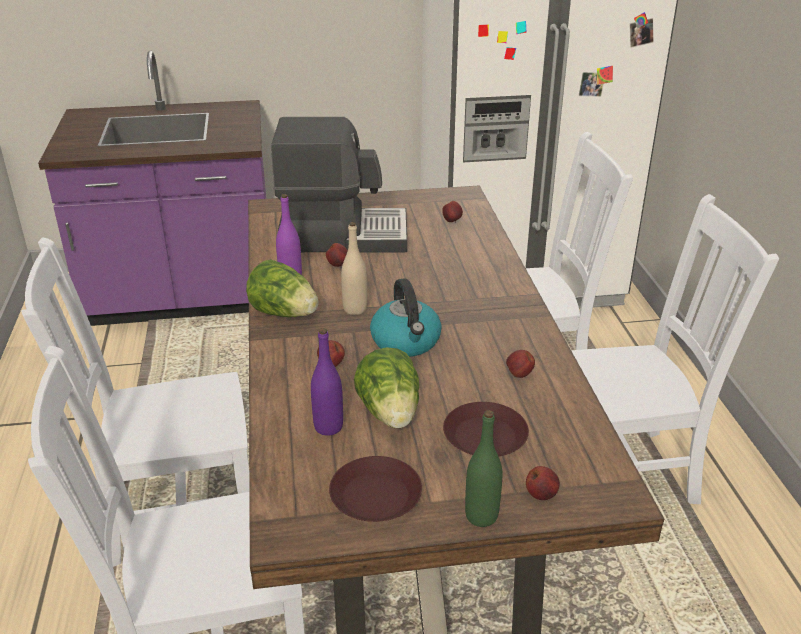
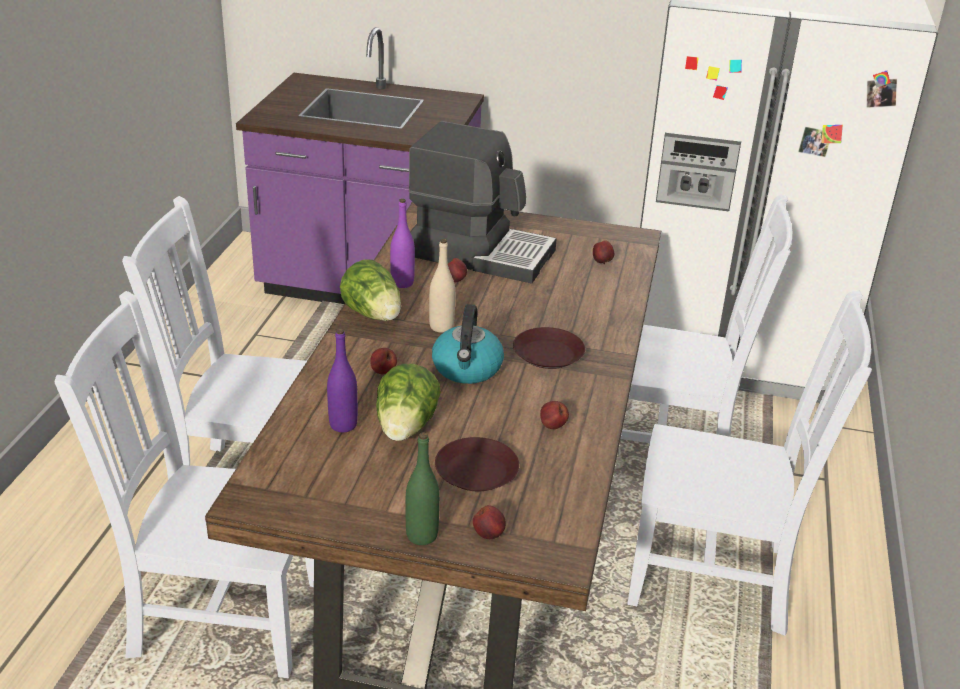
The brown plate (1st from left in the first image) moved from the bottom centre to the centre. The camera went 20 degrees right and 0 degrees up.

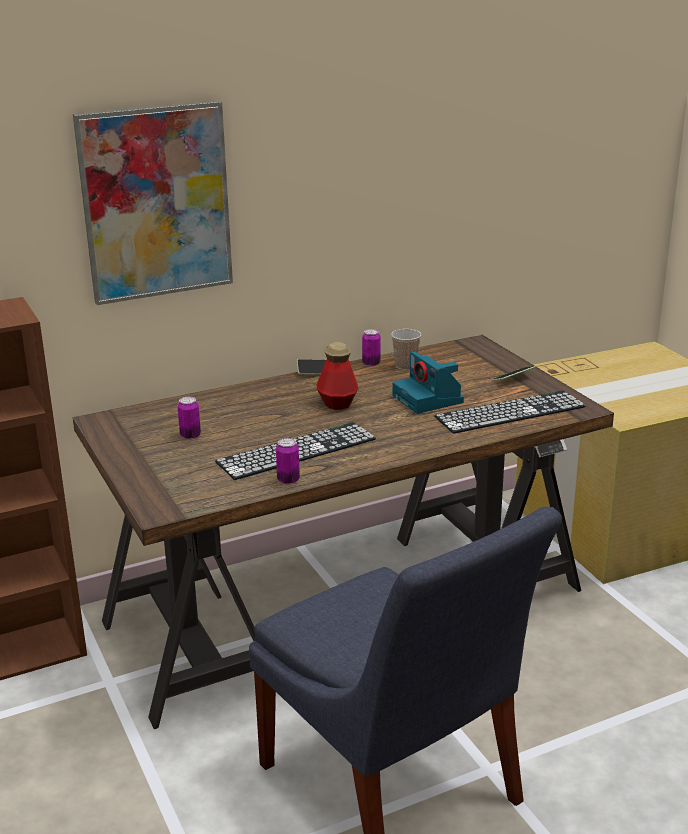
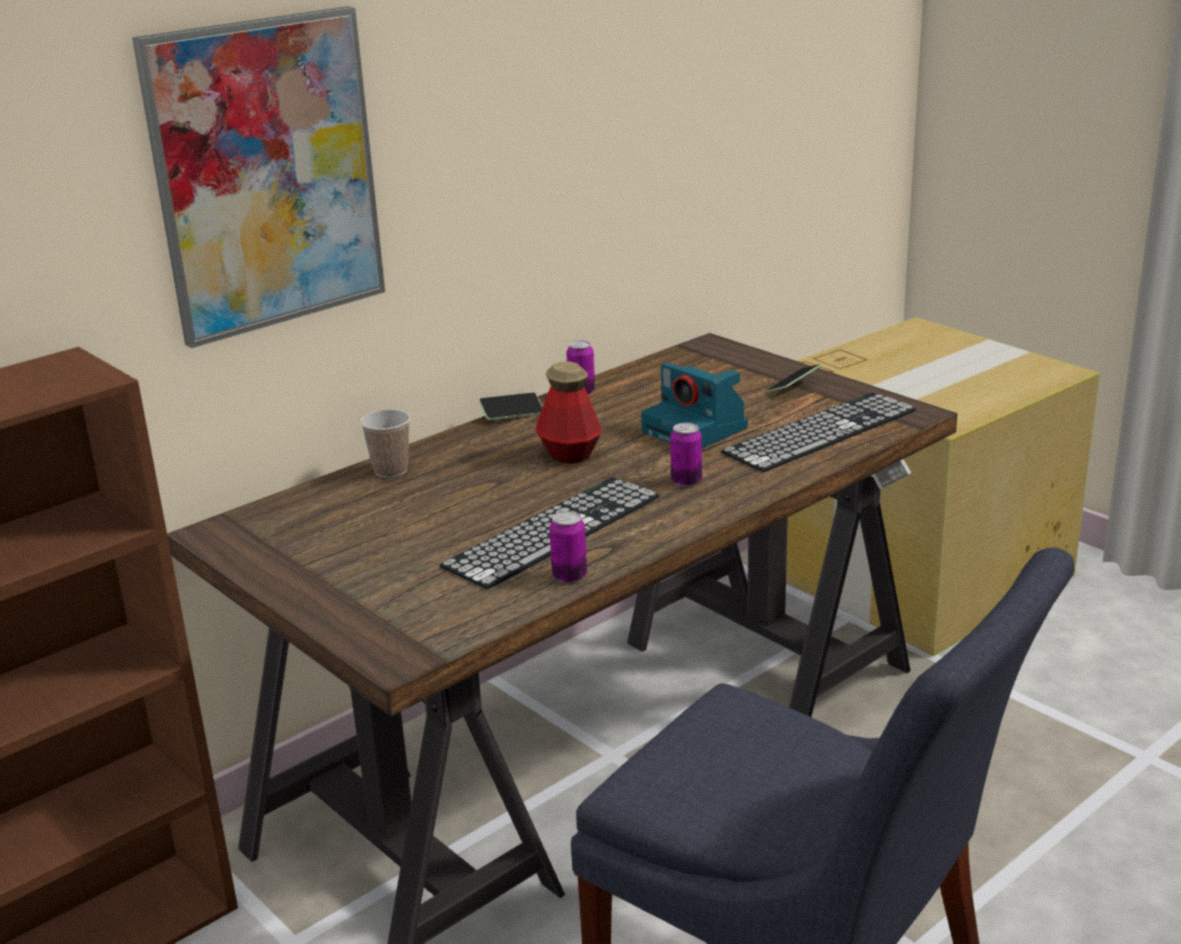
The cup moved from the centre to the middle left. The can (1st from left in the first image) moved from the middle left to the centre. The camera went 15 degrees left and 0 degrees up.

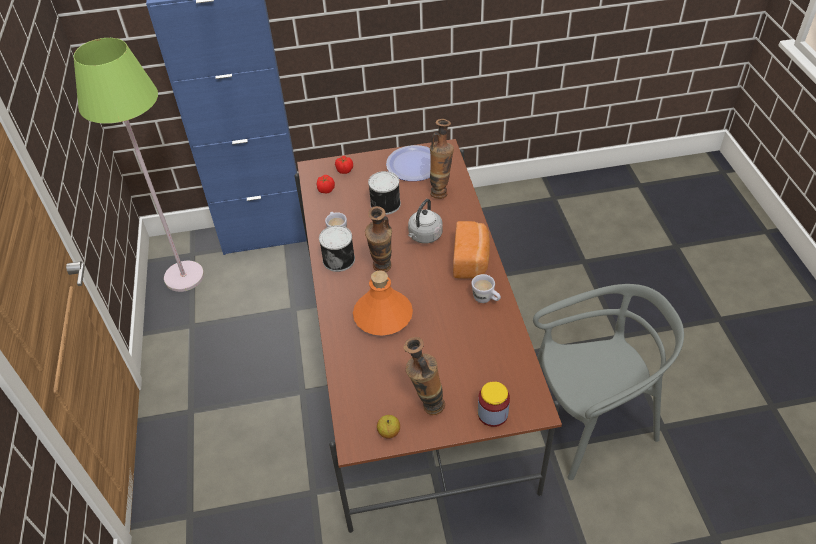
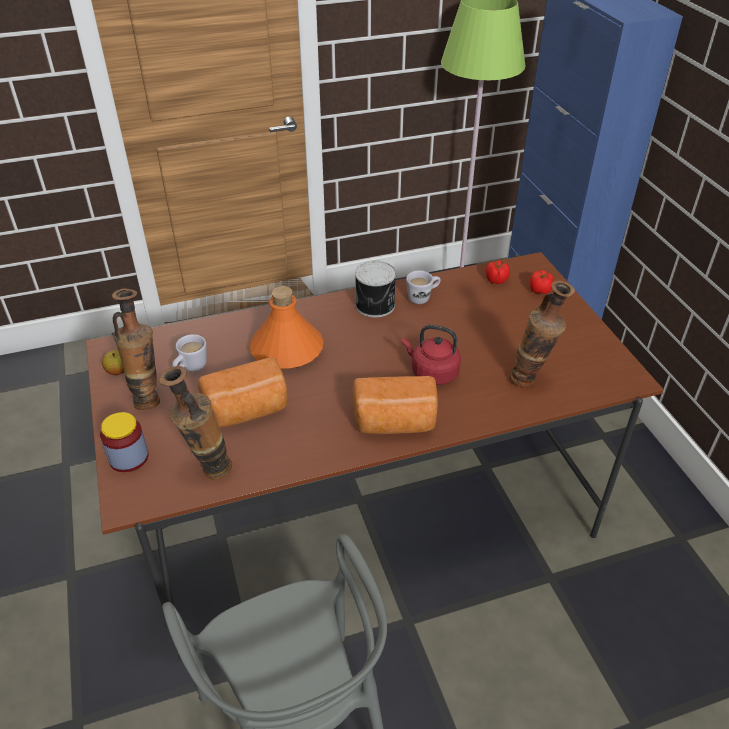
The plate at the top centre disappeared. The can (2nd from left) at the centre disappeared. The grey kettle at the centre became the red kettle at the centre. The vase (1st from left in the first image) moved from the centre to the middle left. The white mug (2nd from left in the first image) moved from the centre to the middle left. The bread (1st from left) at the centre appeared. The camera went 80 degrees right and 5 degrees down.

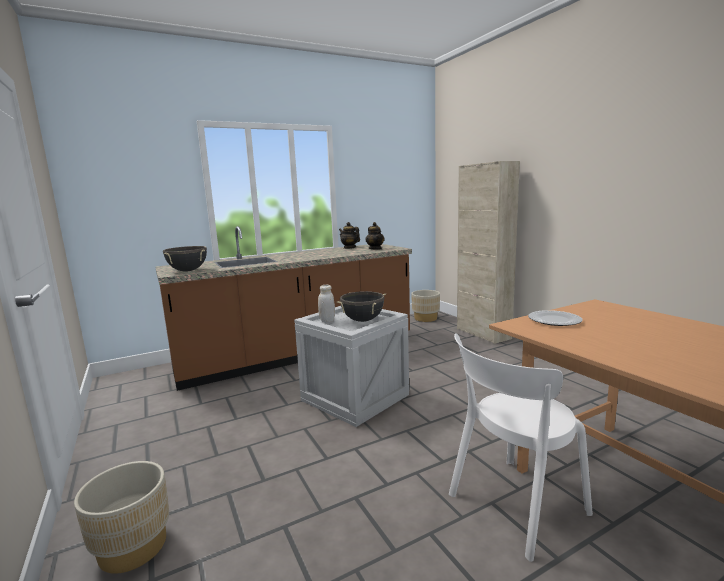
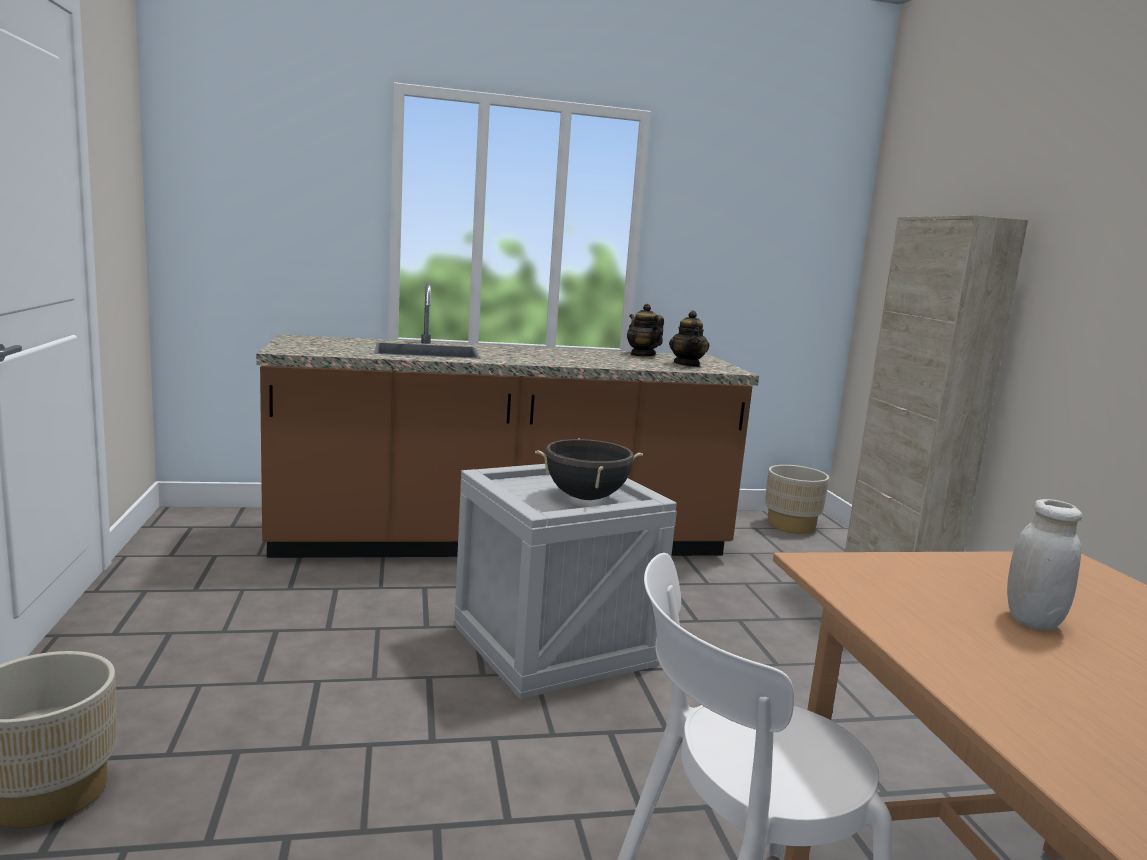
The black cooking pot (1st from left) at the middle left disappeared. The white jar moved from the centre to the middle right. The plate at the middle right disappeared. The camera went 15 degrees right and 0 degrees up.

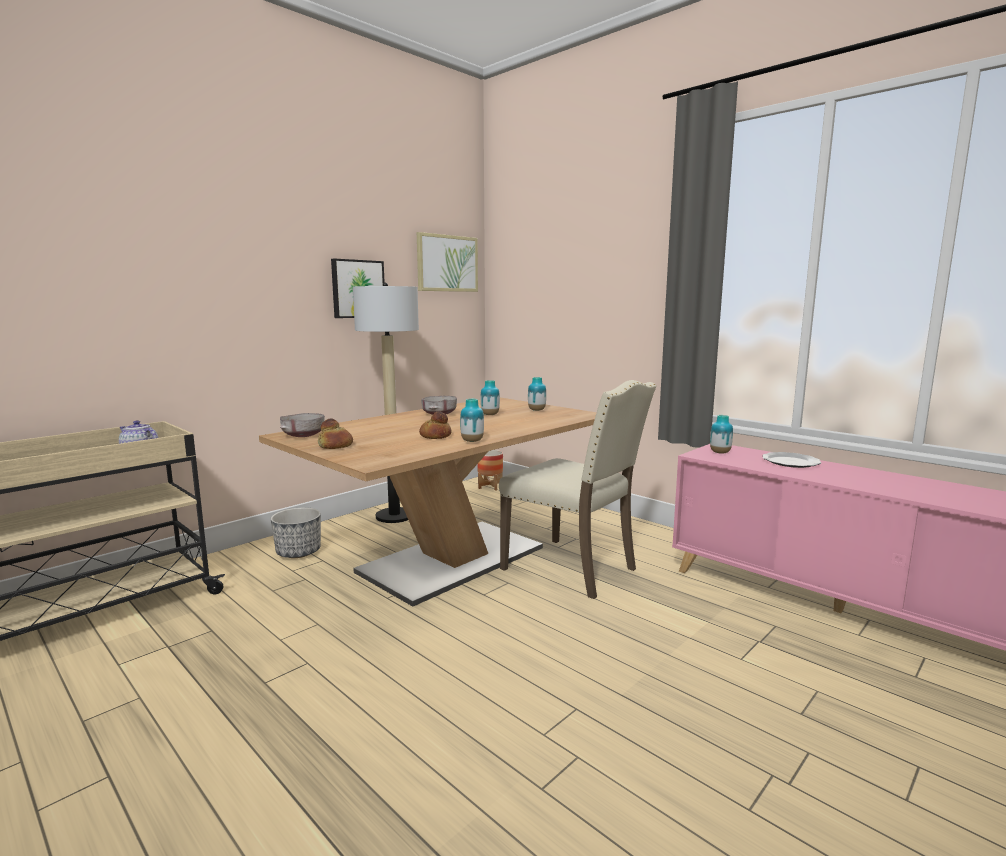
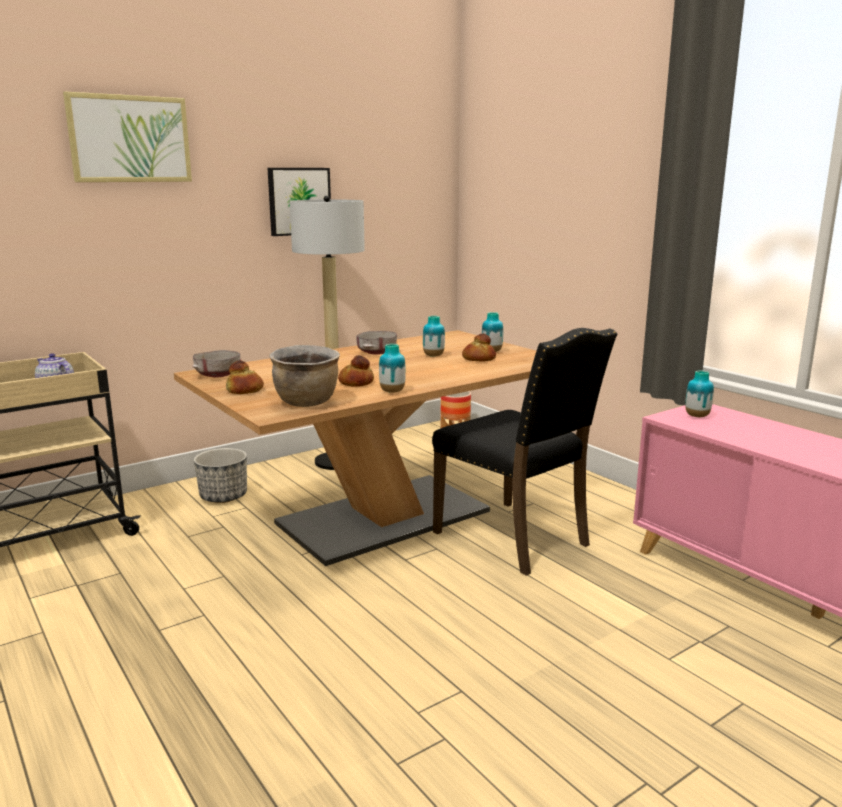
The picture (2nd from left in the first image) moved from the top centre to the top left. The beige chair at the centre became the black chair at the centre. The plate at the middle right disappeared. The bread (3rd from left) at the centre appeared. The brown cooking pot at the centre appeared. The camera went 10 degrees right and 5 degrees up.

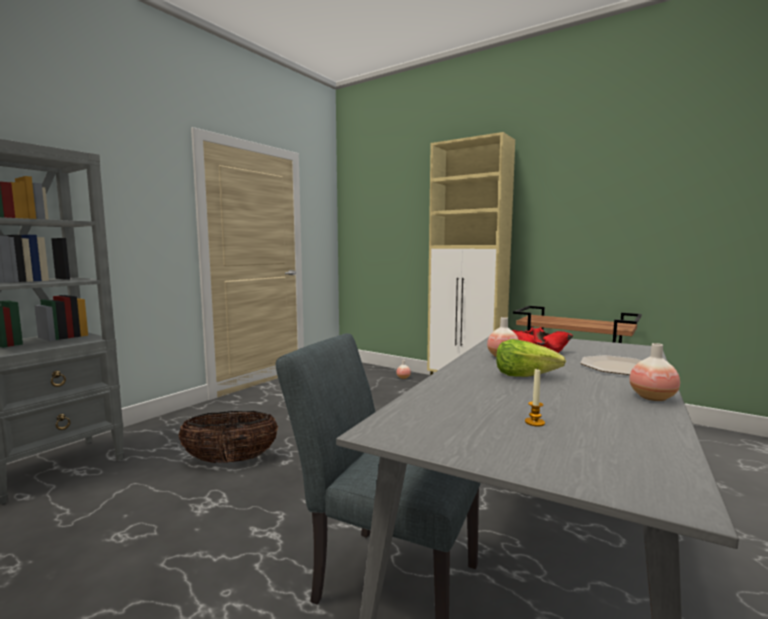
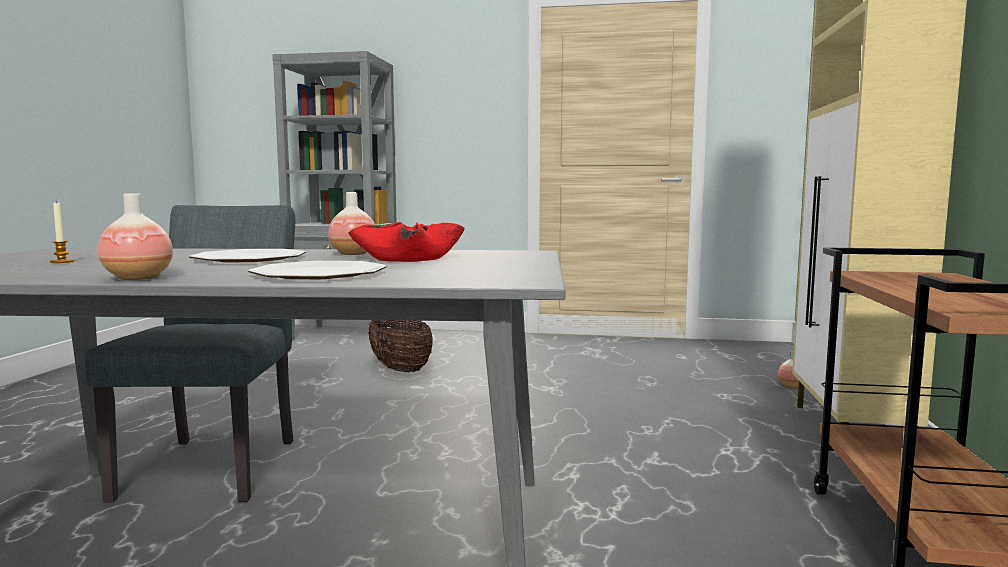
The lettuce at the middle right was replaced by the plate (1st from left) at the middle left. The camera went 65 degrees right and 0 degrees up.

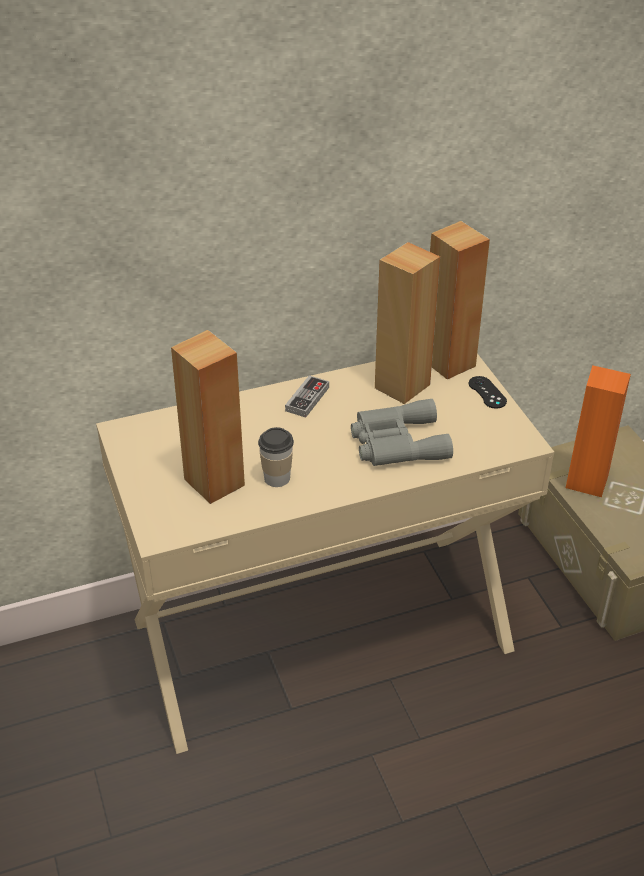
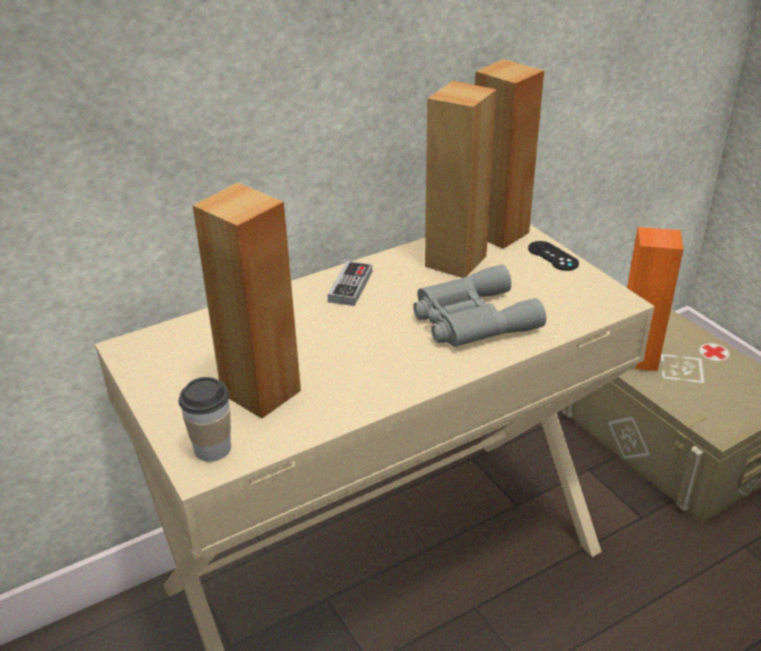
The cup moved from the centre to the middle left. The camera went 10 degrees left and 5 degrees down.

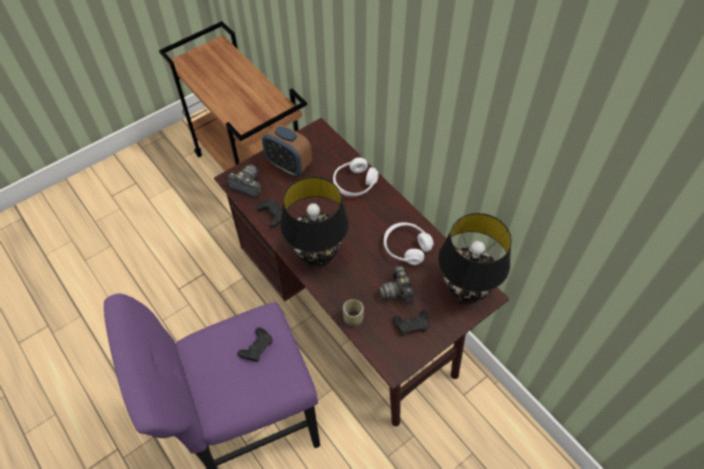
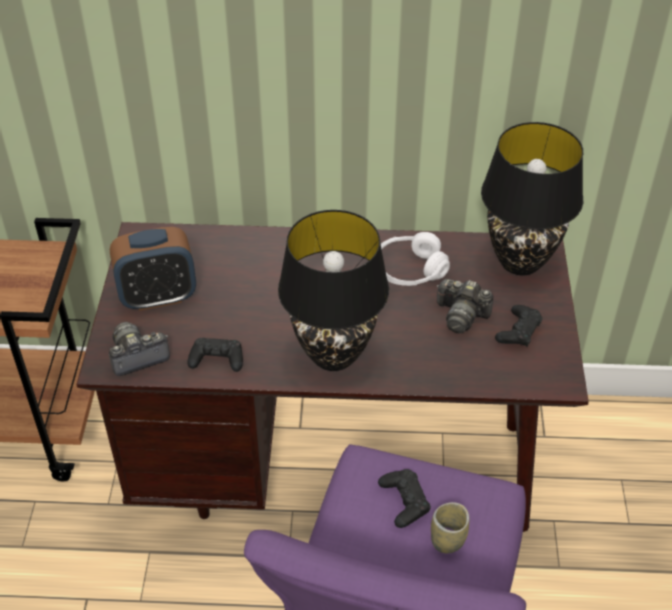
The white headphones (1st from left) at the centre disappeared. The cup moved from the bottom centre to the bottom right. The camera went 50 degrees left and 10 degrees down.

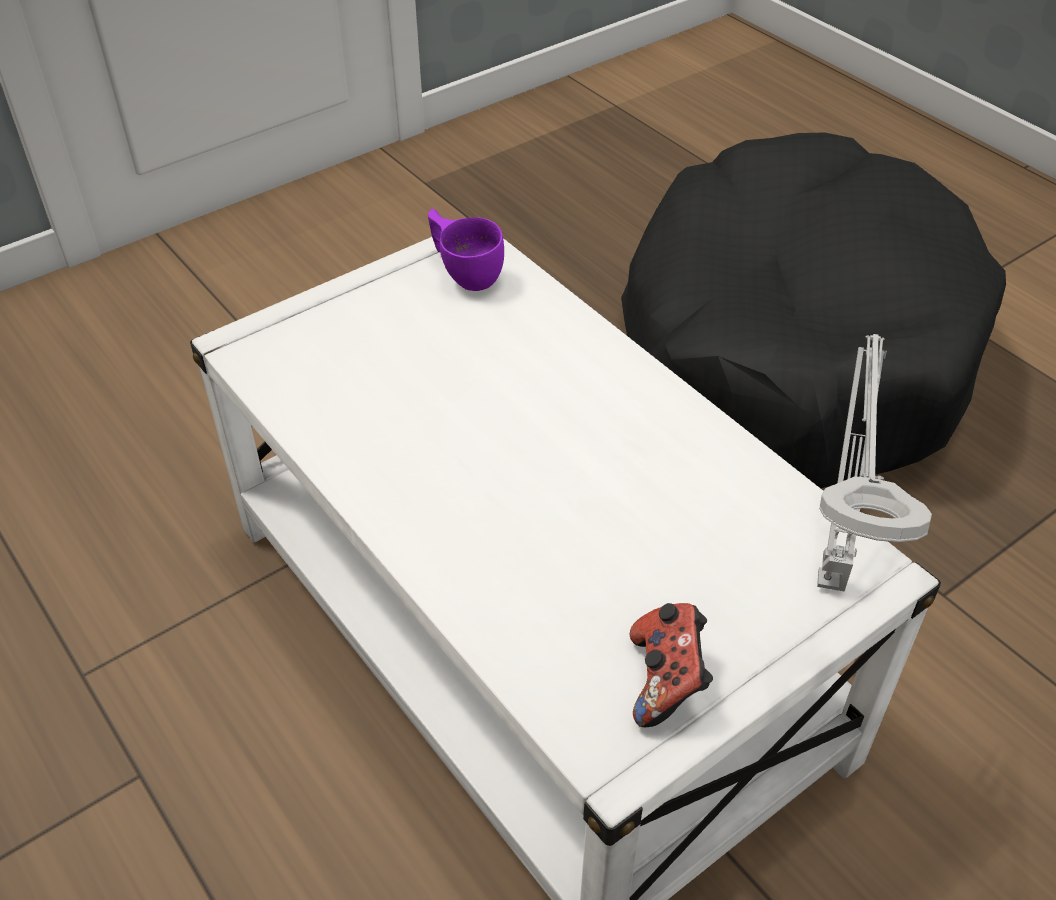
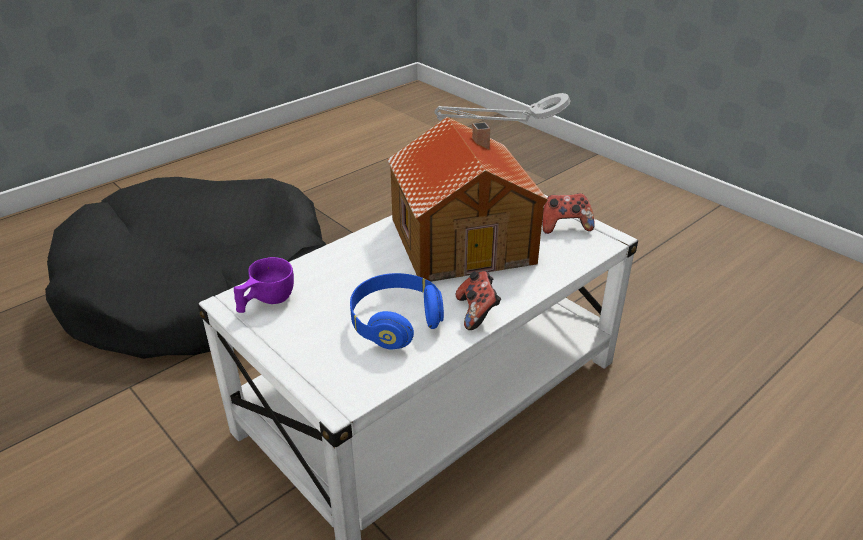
The toy house at the centre appeared. The game controller (1st from left) at the centre appeared. The blue headphones at the centre appeared. The camera went 95 degrees left and 10 degrees down.

